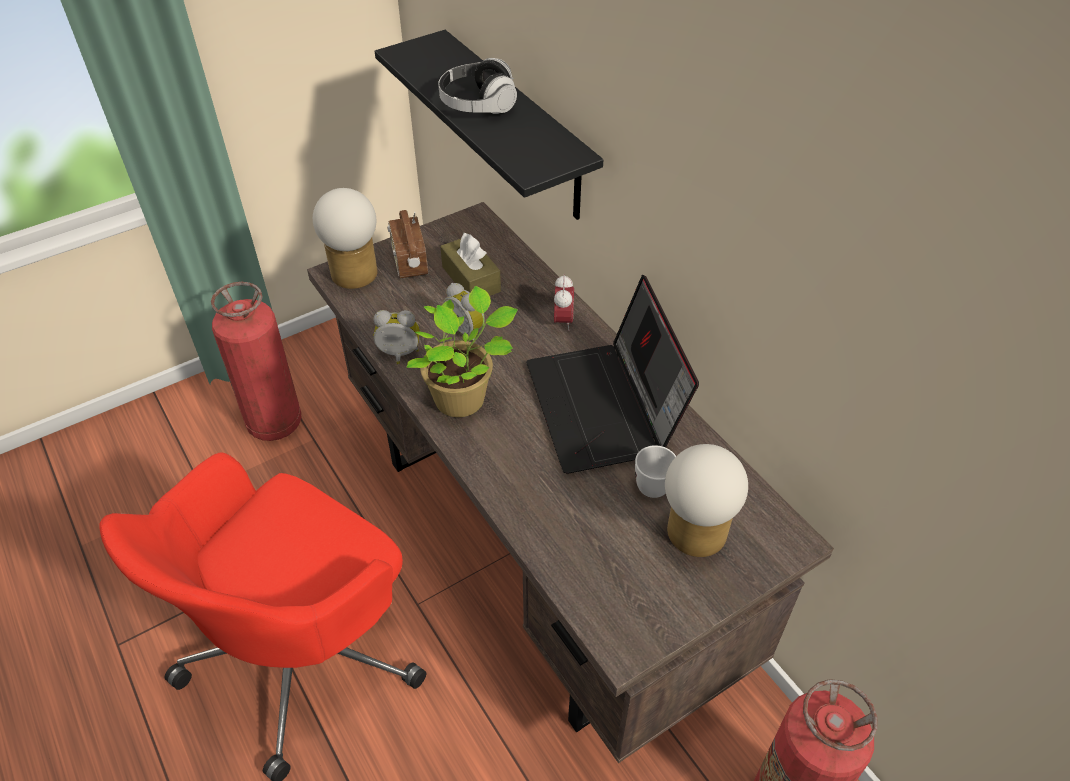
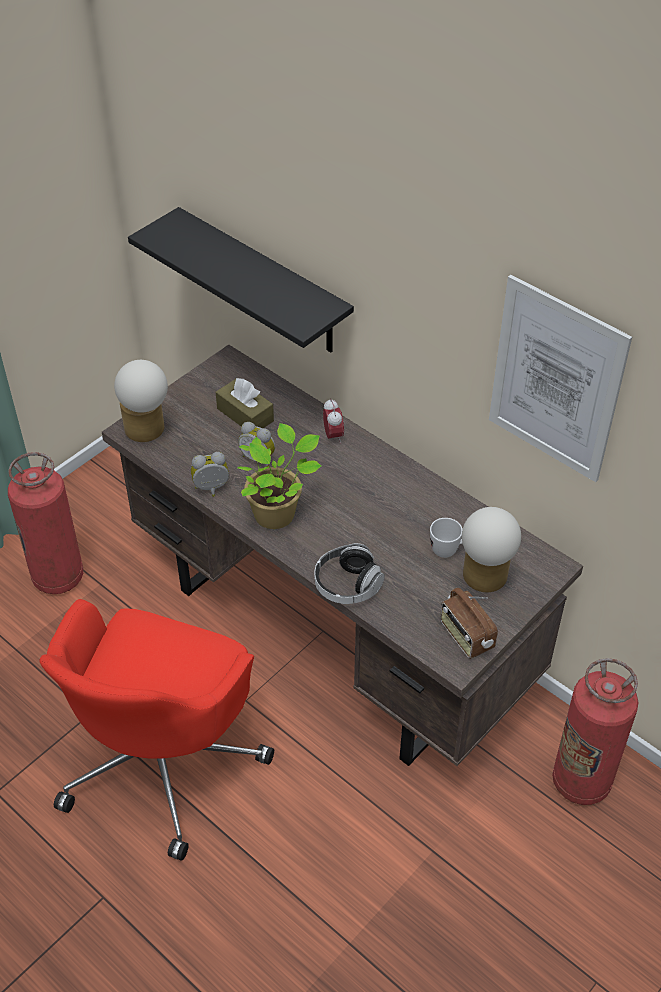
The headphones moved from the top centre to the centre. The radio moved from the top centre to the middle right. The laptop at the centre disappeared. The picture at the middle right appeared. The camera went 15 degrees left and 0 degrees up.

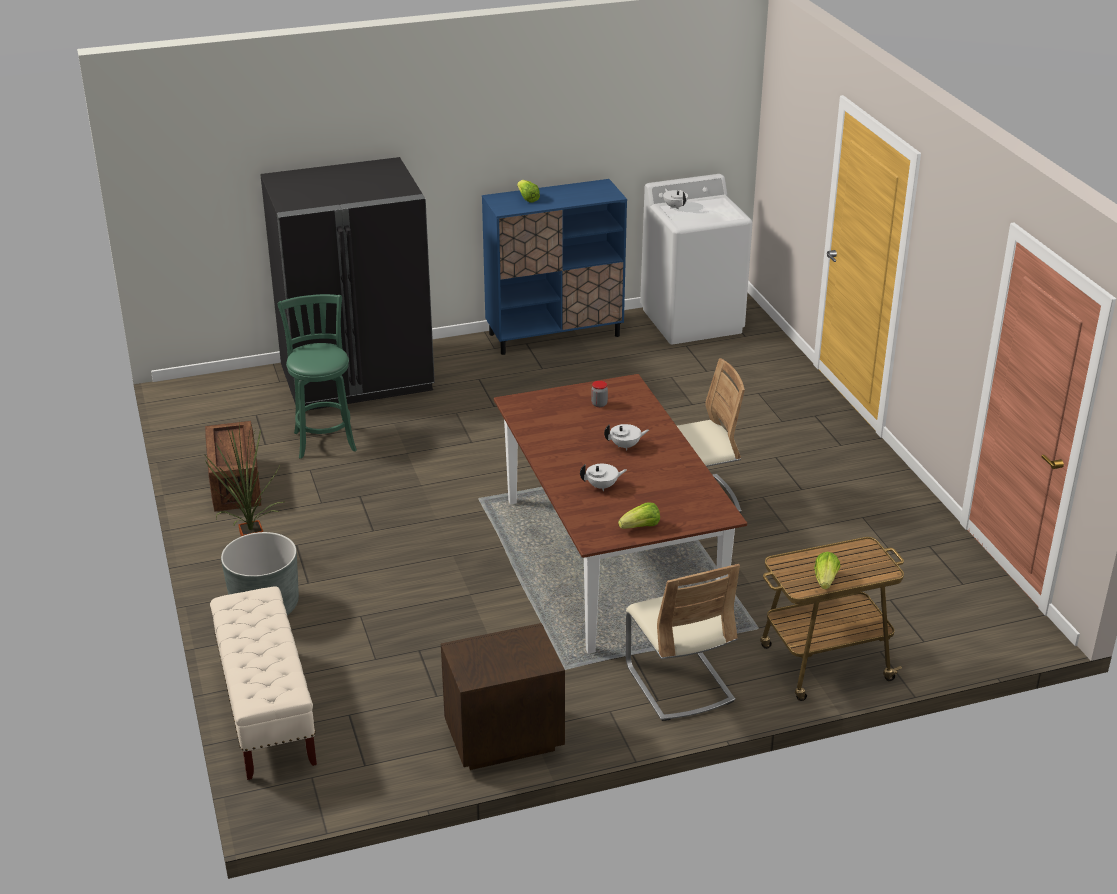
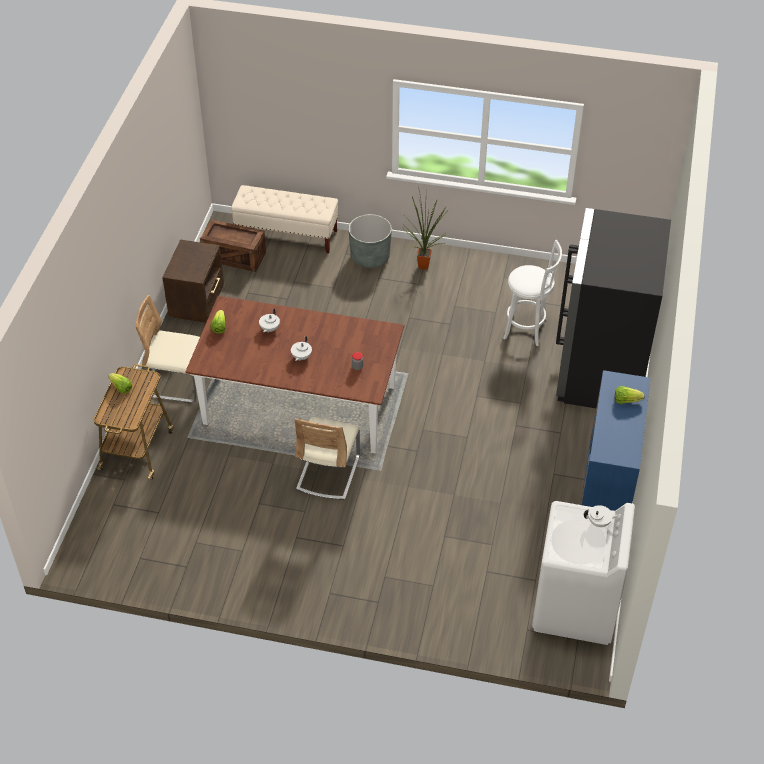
The green stool at the middle left became the white stool at the middle right. The crate moved from the middle left to the top left. The camera went 120 degrees right and 15 degrees up.

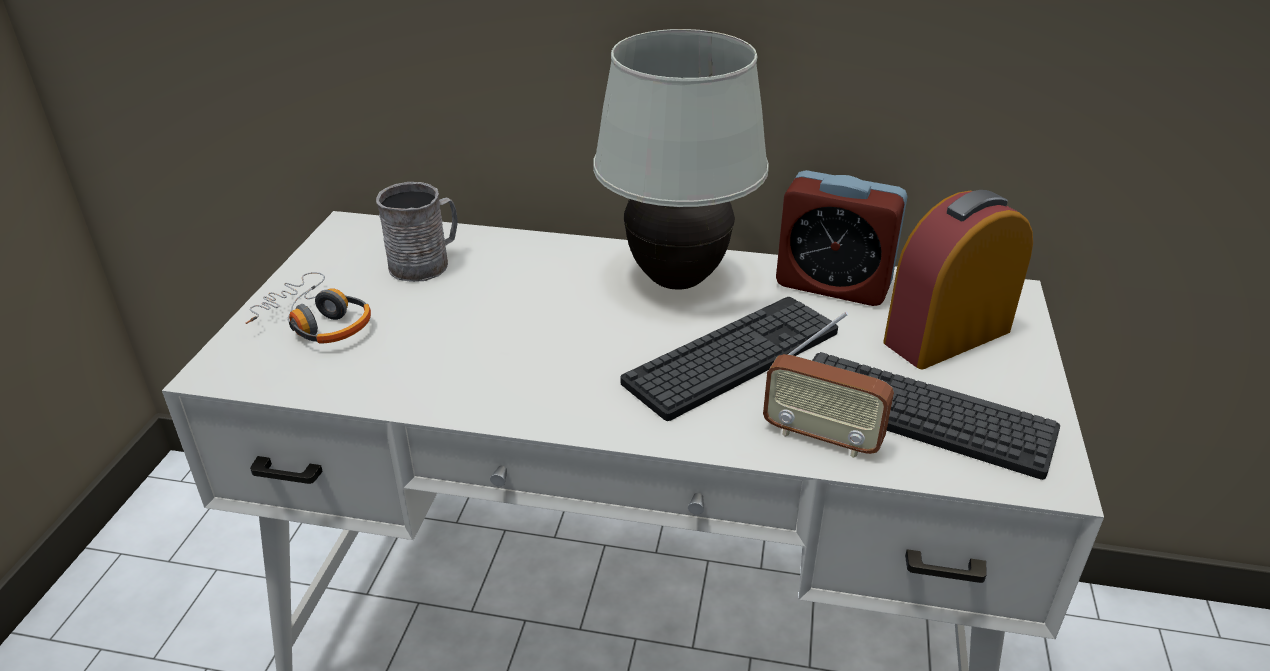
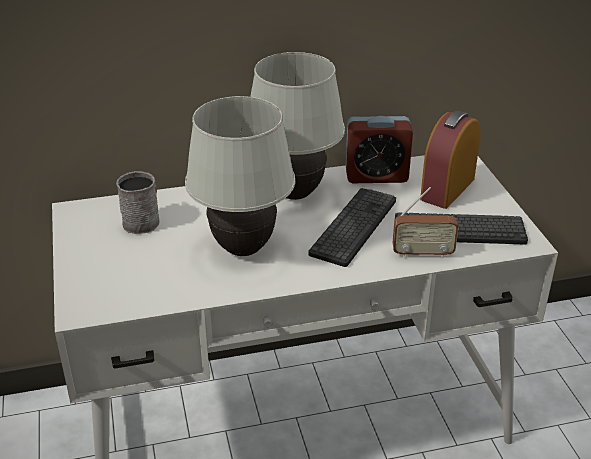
The headphones at the middle left disappeared. The white table lamp (1st from left) at the centre appeared. The camera went 25 degrees left and 0 degrees up.

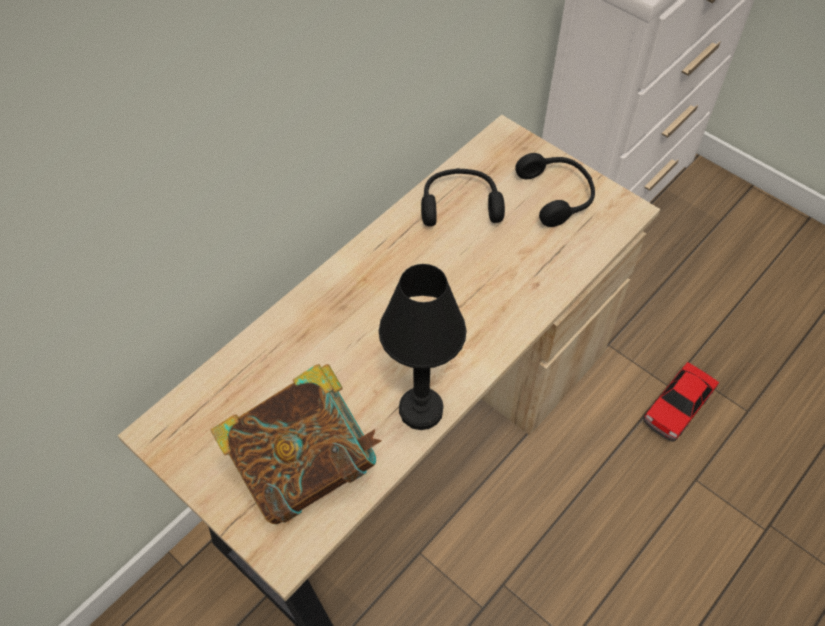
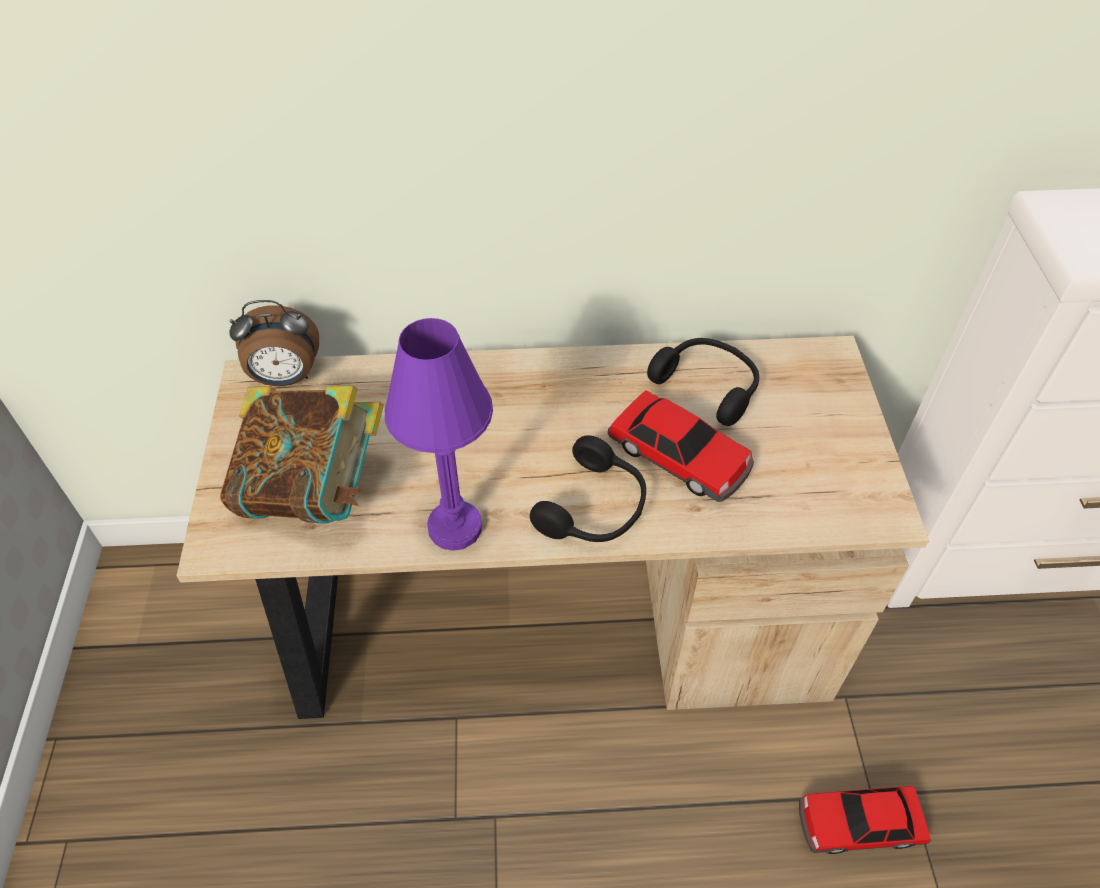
The black headphones (2nd from left in the first image) moved from the top right to the centre. The black table lamp at the centre became the purple table lamp at the centre. The alarm clock at the middle left appeared. The toy car (1st from left) at the centre appeared. The camera went 45 degrees right and 5 degrees down.

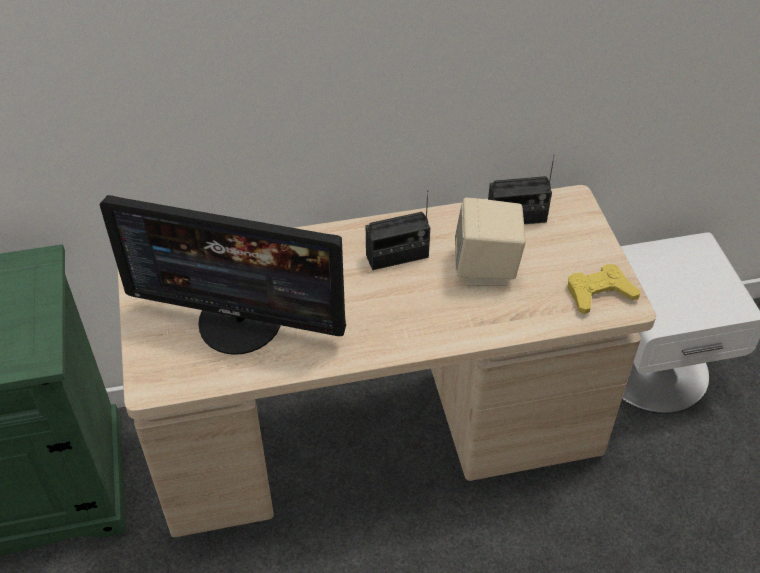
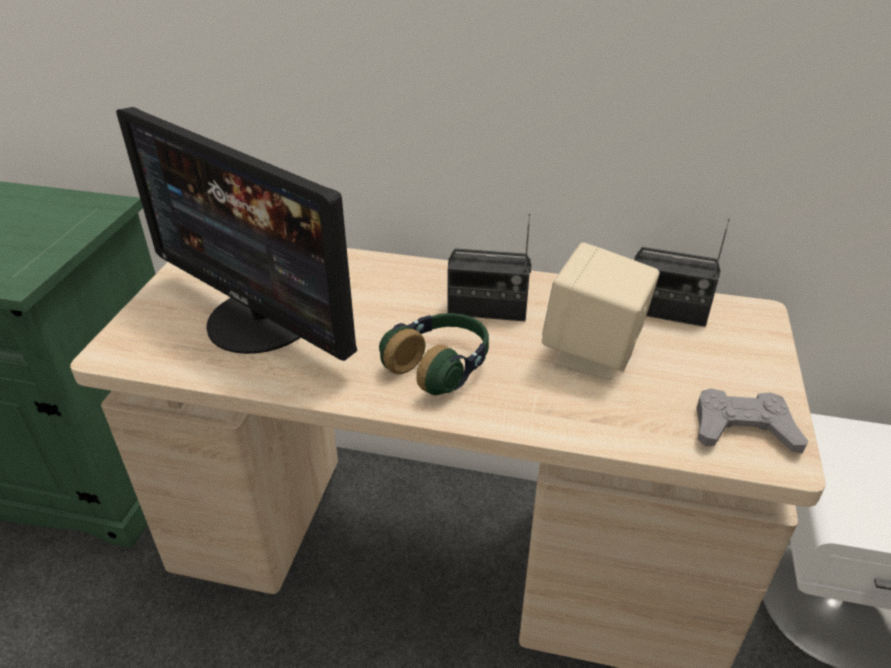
The yellow game controller at the middle right became the grey game controller at the middle right. The headphones at the centre appeared. The camera went 25 degrees right and 10 degrees down.

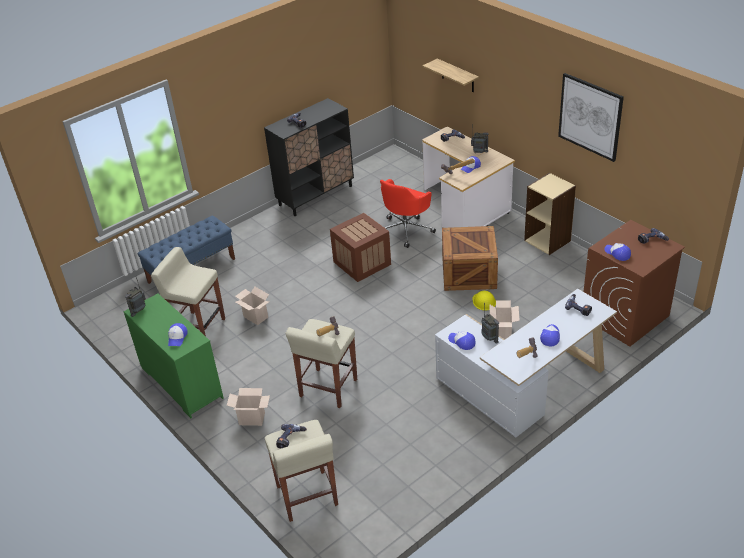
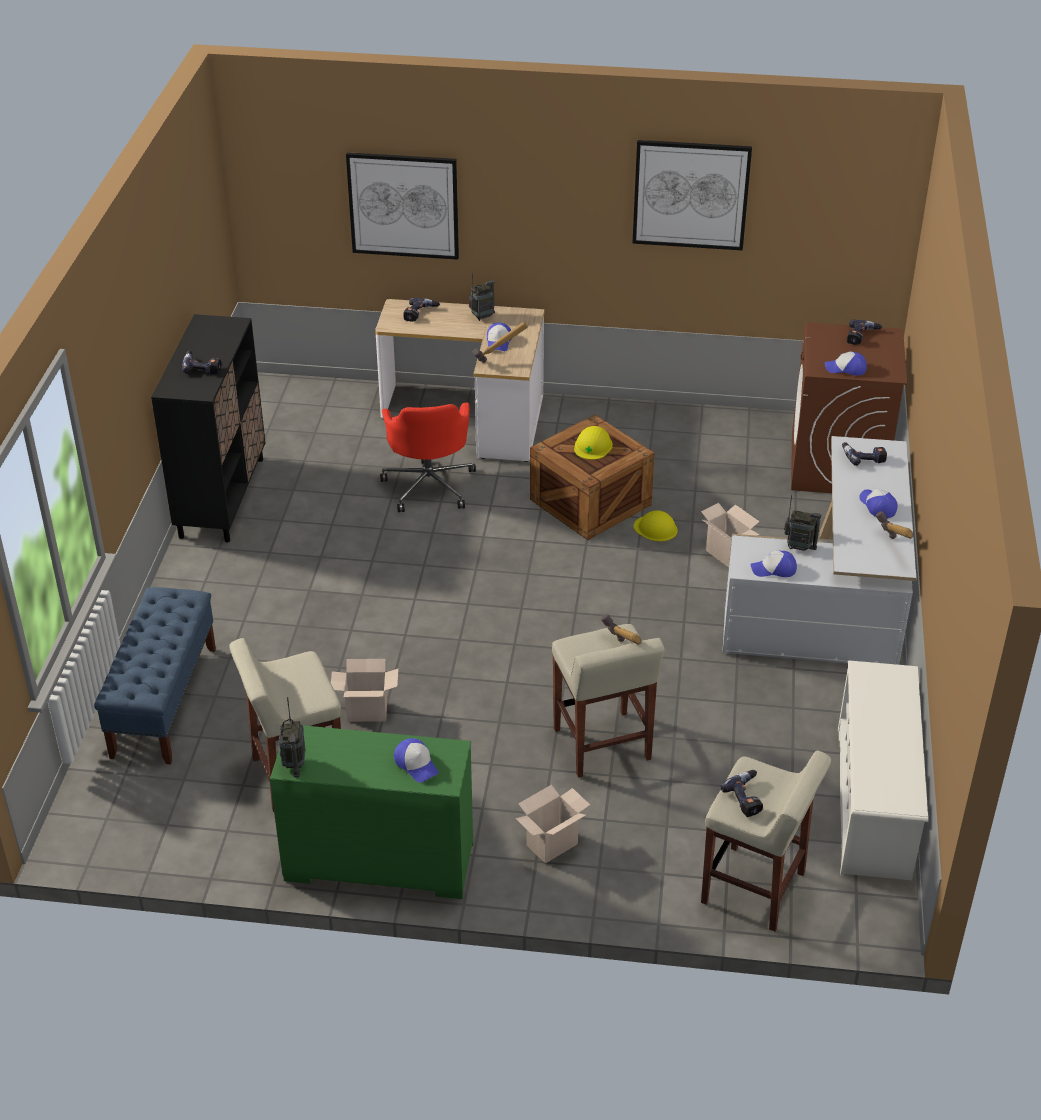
The shelf at the top centre was replaced by the picture (1st from left) at the top centre. The beige bookcase at the middle right disappeared. The crate (1st from left) at the centre disappeared. The yellow hard hat (1st from left) at the centre appeared. The white shoe rack at the bottom right appeared. The camera went 45 degrees left and 0 degrees up.

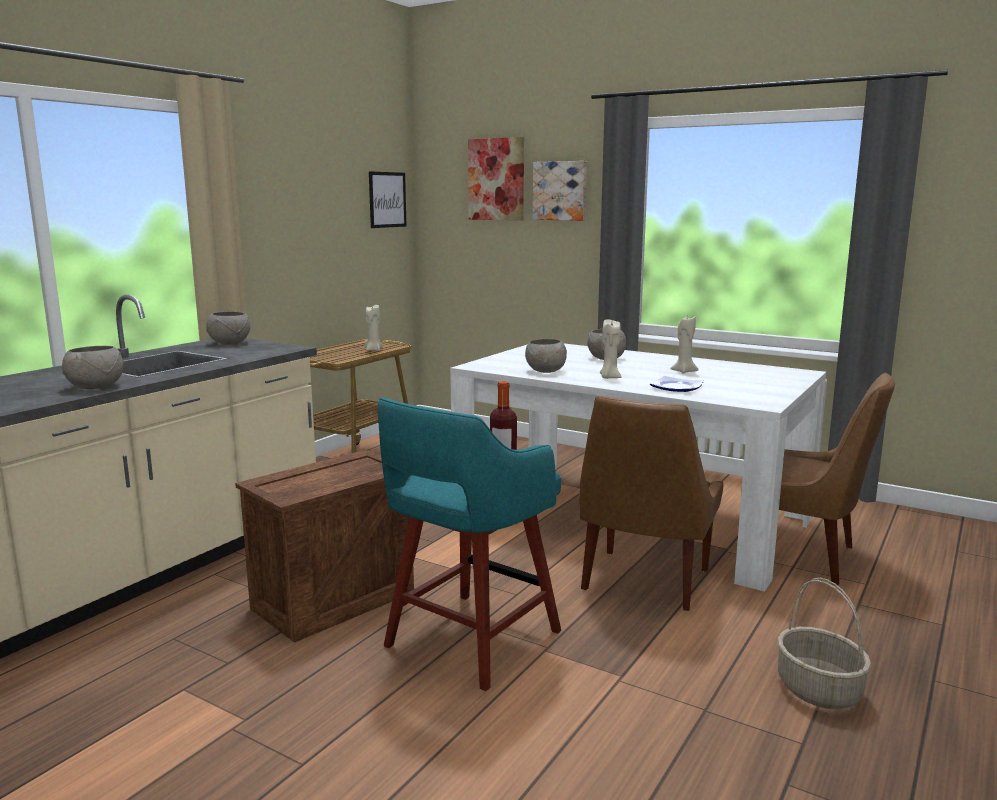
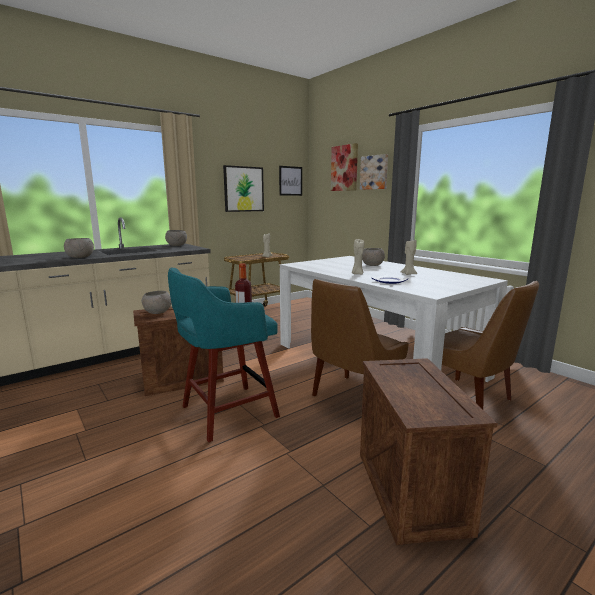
The grey bowl (3rd from left in the first image) moved from the centre to the middle left. The basket at the bottom right was replaced by the crate (2nd from left) at the bottom right. The picture (1st from left) at the top centre appeared. The camera went 20 degrees right and 0 degrees up.

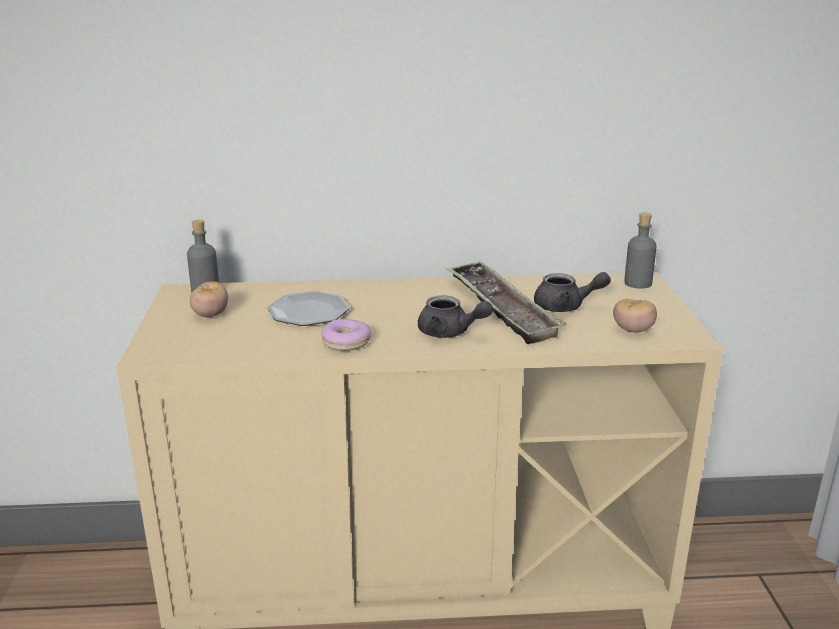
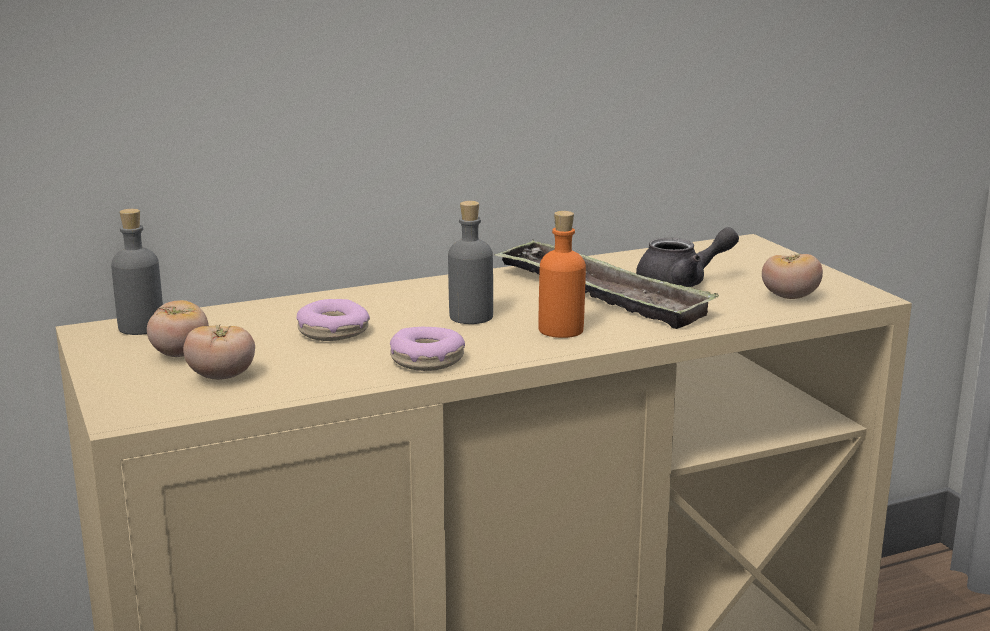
The grey bottle (2nd from left) moved from the middle right to the centre. The plate at the centre was replaced by the donut (1st from left) at the centre. The grey teapot (1st from left) at the centre was replaced by the orange bottle at the centre. The tomato (2nd from left) at the middle left appeared. The camera went 20 degrees left and 5 degrees down.

